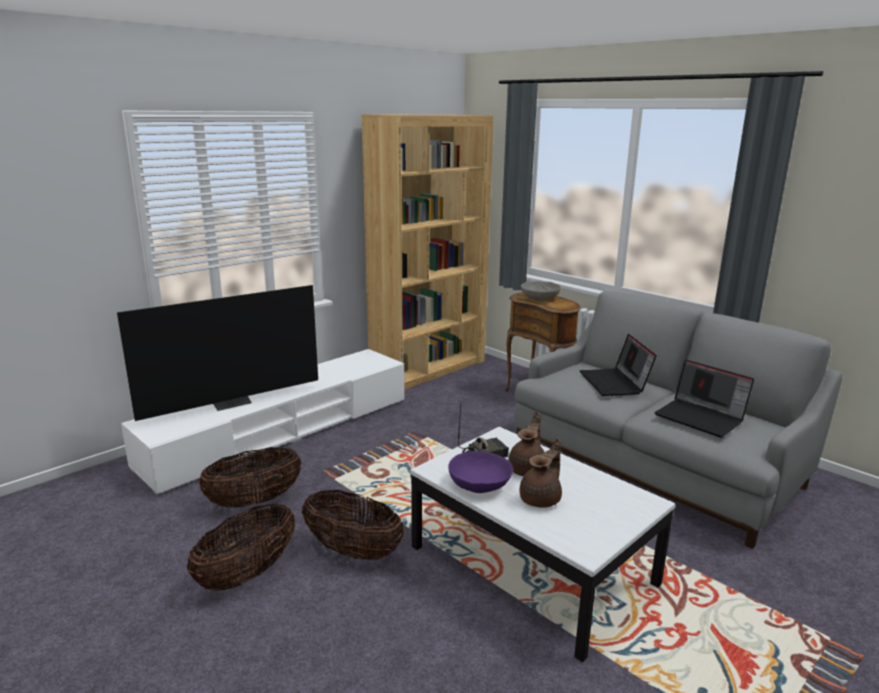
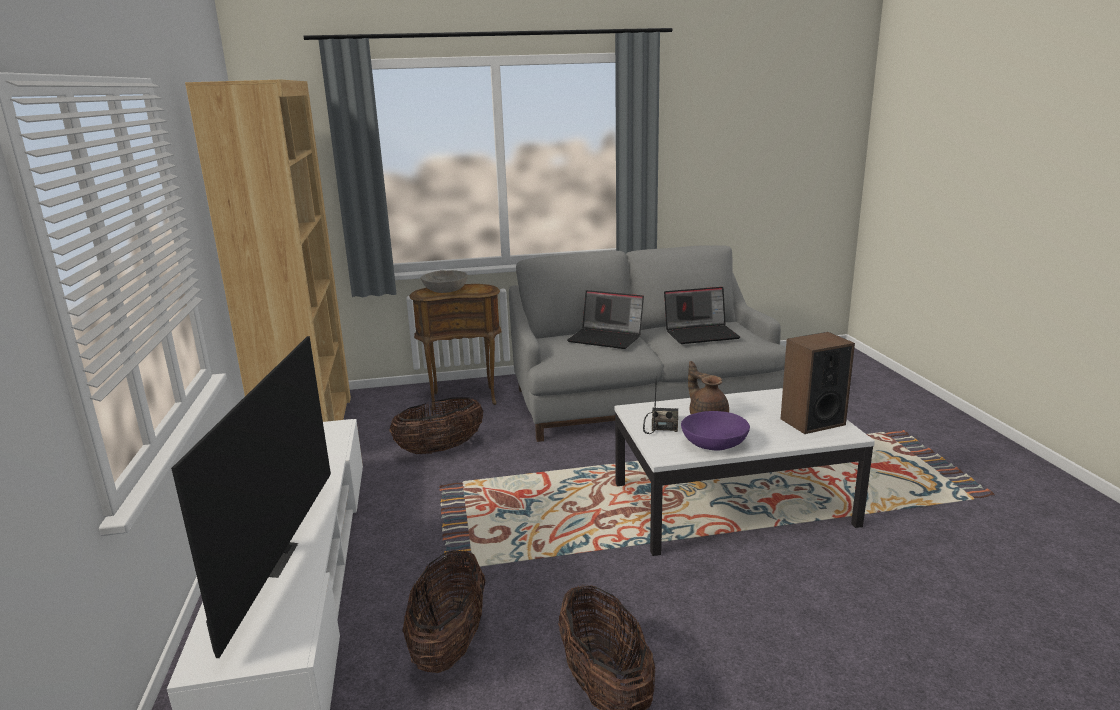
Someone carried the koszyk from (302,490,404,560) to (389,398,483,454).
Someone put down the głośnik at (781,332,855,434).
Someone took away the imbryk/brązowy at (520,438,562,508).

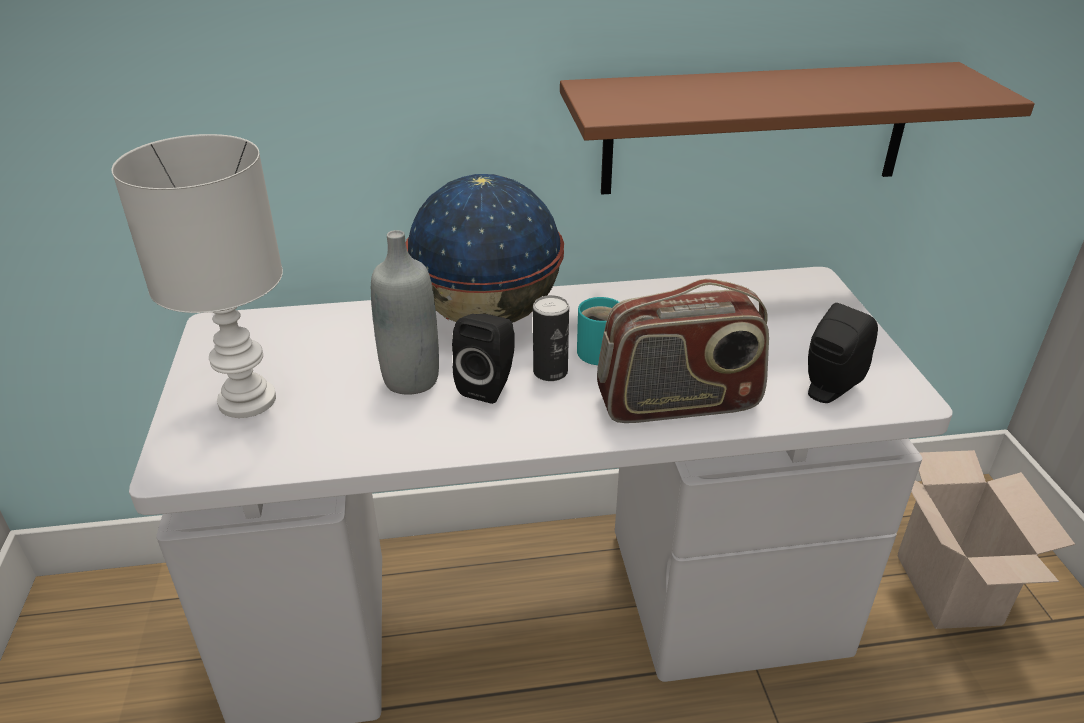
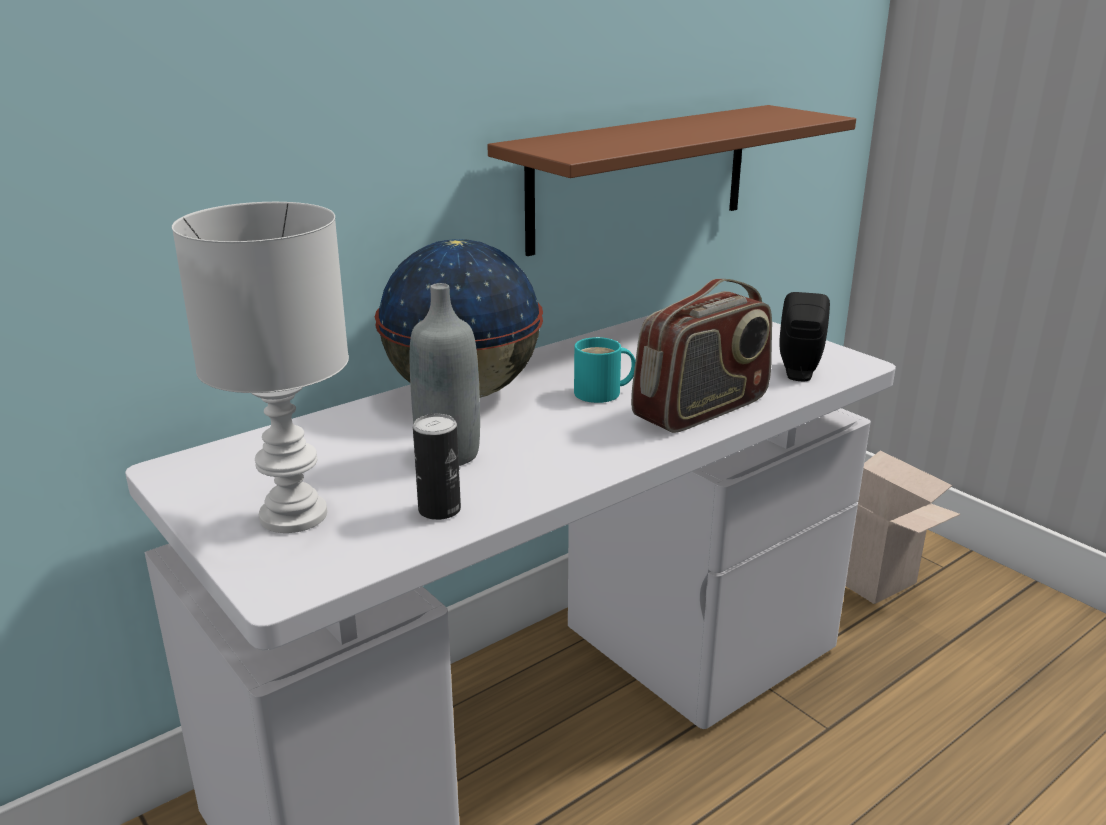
Someone carried the puszka from (533,295,569,381) to (413,414,461,520).
Someone took away the głośnik/czarny at (452,314,515,404).

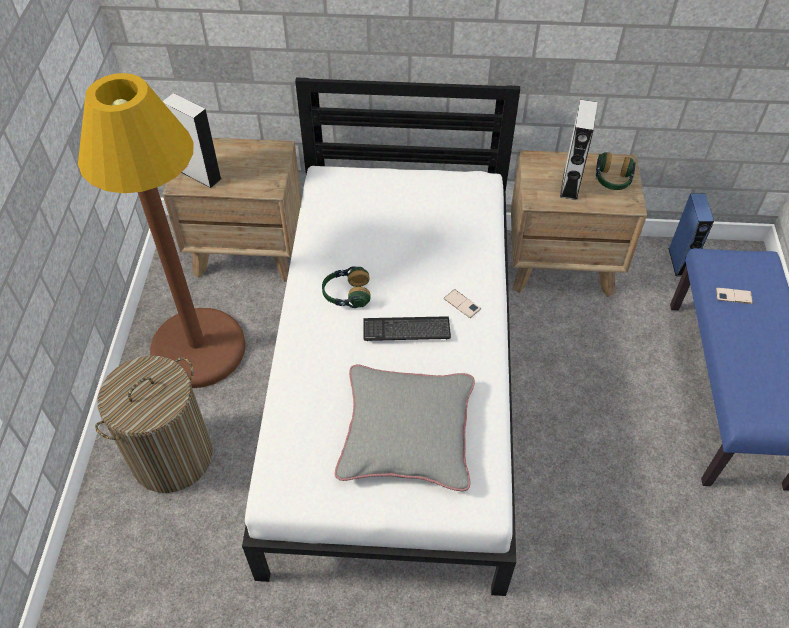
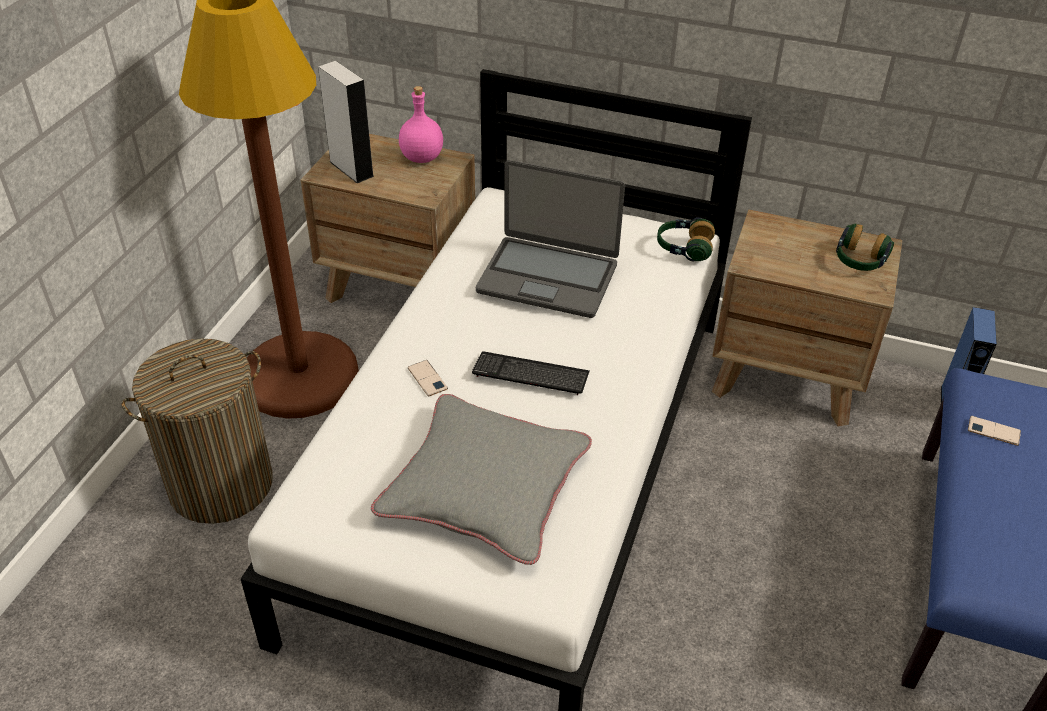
Someone put down the butelka/różowy at (399,86,443,163).
Someone carried the telefon from (444,289,481,318) to (408,360,448,397).
Someone put down the laptop at (476,160,625,318).
Someone carried the słuchawki from (322,266,371,308) to (657,217,715,261).
Someone took away the głośnik/szary at (560,100,597,200).

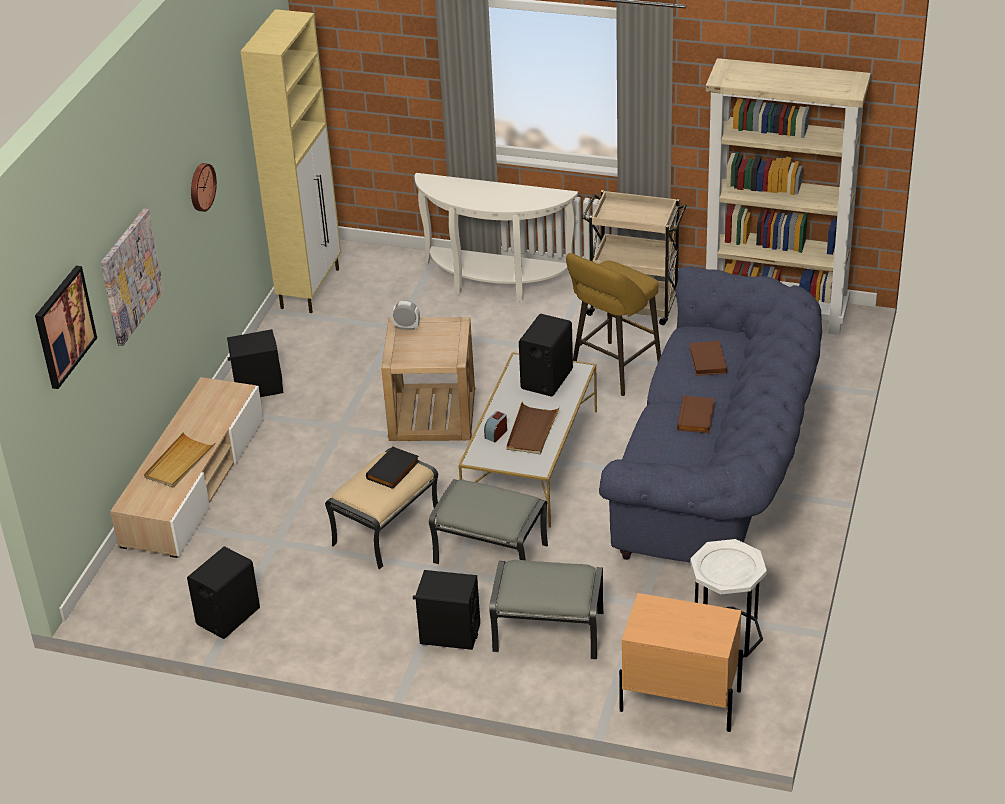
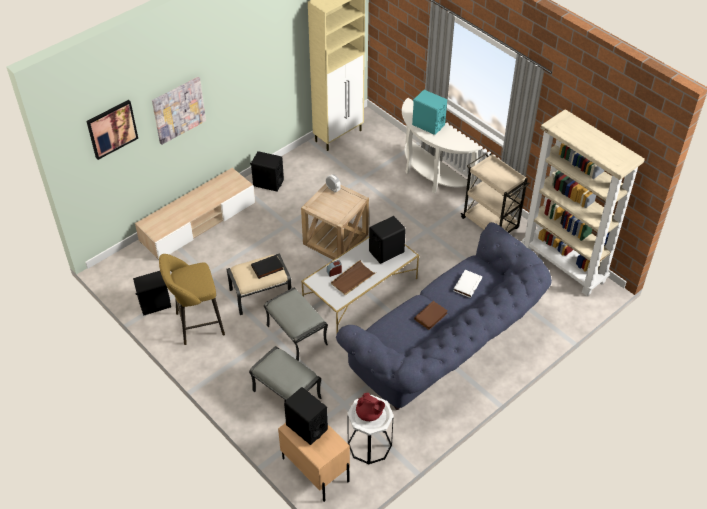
Someone carried the stołek/żółty from (566,253,661,396) to (159,254,225,345).
Someone carried the głośnik/czarny from (413,570,480,650) to (284,387,328,445).
Someone put down the imbryk/czerwony at (356,393,385,421).
Someone put down the głośnik/turkusowy at (412,90,447,135).
Someone repainted the książka/brązowy at (689,341,727,376), which became the książka/biały at (454,270,482,298).
Someone took away the taca/beżowy at (144,432,215,488).
Someone took away the zegar ścienny at (191,163,217,212).

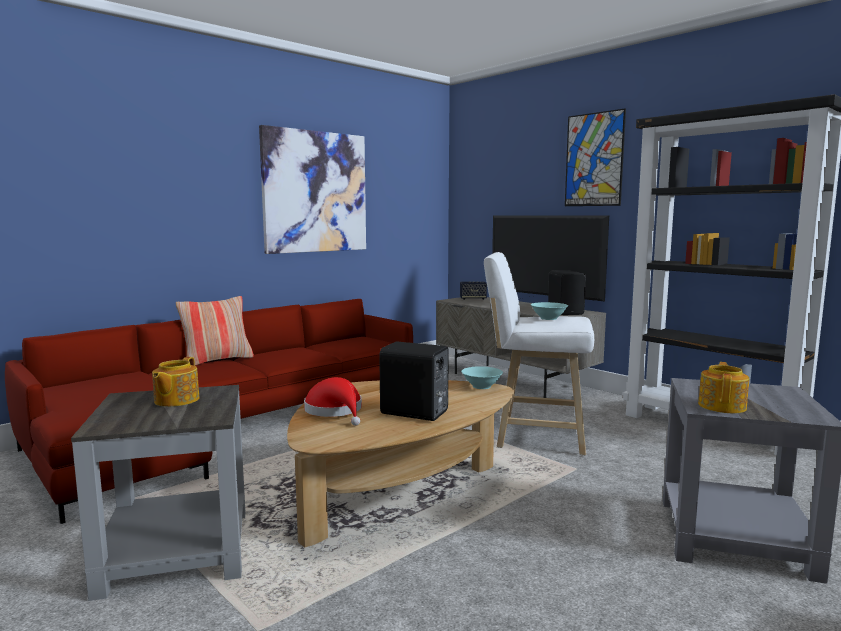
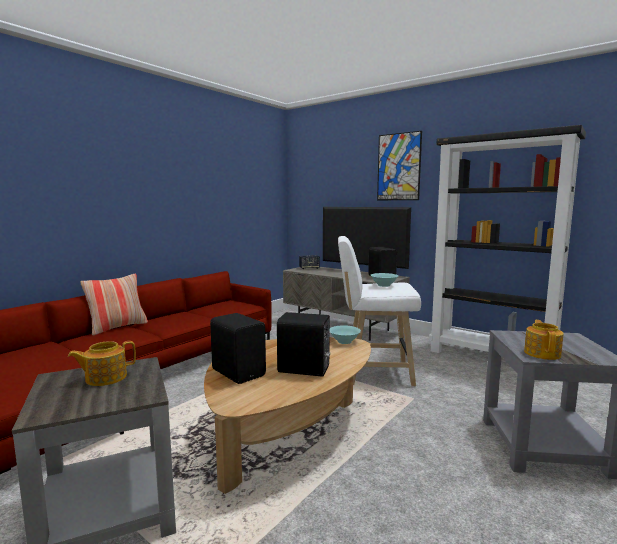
Someone rotated the imbryk at (152,357,200,407) by 60 degrees clockwise.
Someone swapped the kapelusz/czerwony at (304,377,362,426) for the głośnik/czarny at (210,313,266,384).
Someone took away the obraz at (259,125,366,254).

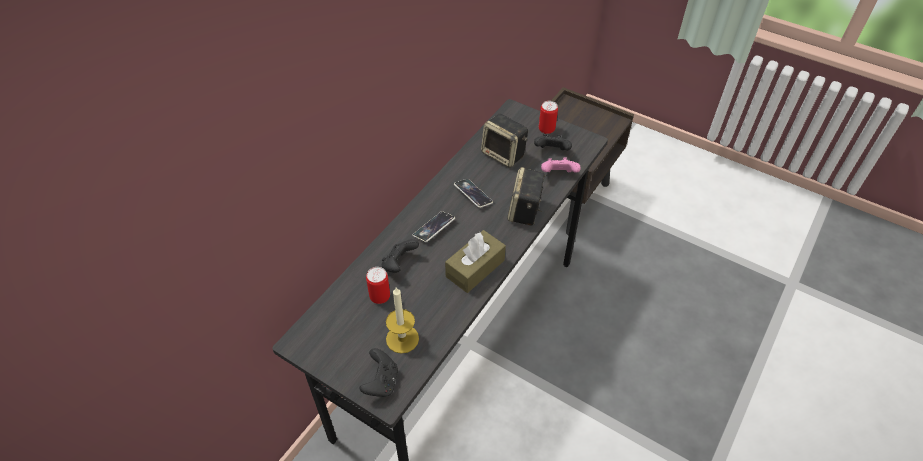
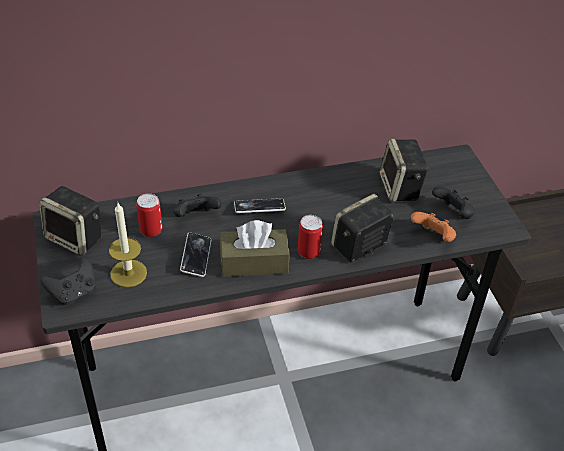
Someone put down the głośnik at (39,186,101,256).
Someone carried the telefon from (454,179,493,208) to (180,233,211,277).
Someone carried the puszka from (539,101,558,134) to (298,215,323,259).
Someone repainted the pad do gier/różowy at (541,158,581,173), which became the pad do gier/pomarańczowy at (411,212,456,242).

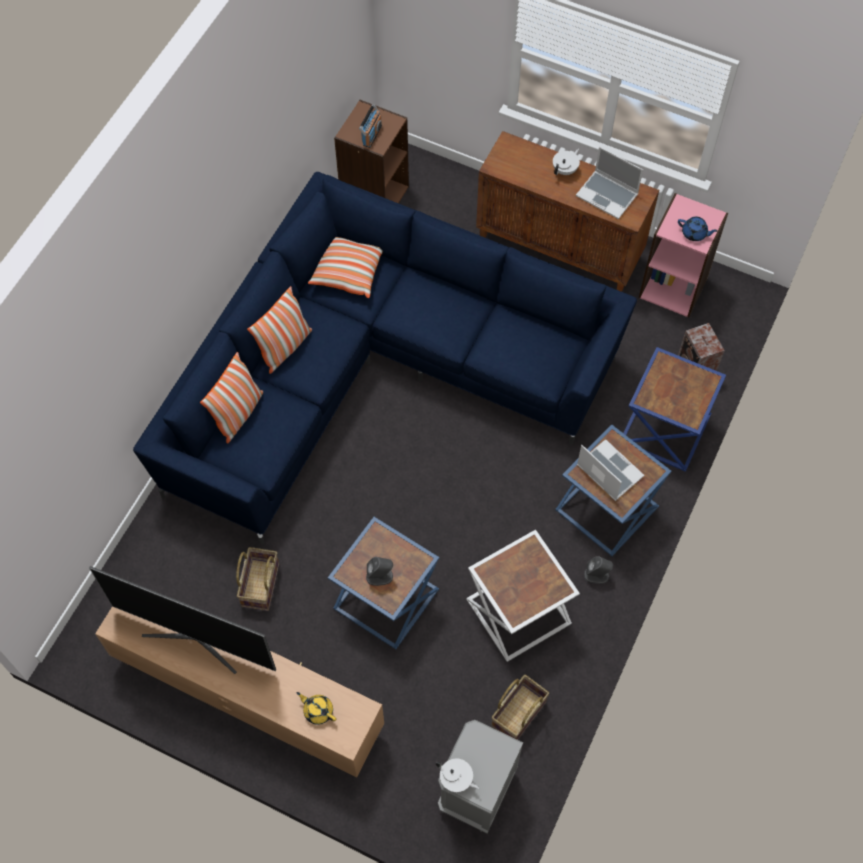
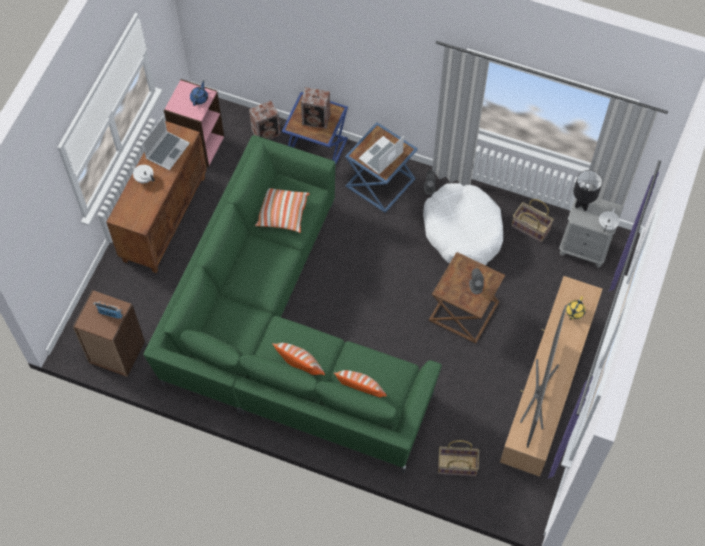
Someone repainted the kanapa/niebieski at (133,172,637,545), which became the kanapa/zielony at (144,135,442,473).
Someone carried the poduszka from (308,237,383,298) to (255,188,310,233).
Someone put down the głośnik at (301,87,330,129).
Someone swapped the stolik/biały at (466,530,580,662) for the legowisko/biały at (423,183,503,265).
Someone repainted the stolik/niebieski at (328,517,439,649), which became the stolik/brązowy at (429,252,505,344).
Someone carried the koszyk from (236,547,279,611) to (438,440,479,476).
Someone put down the lampa stołowa/czarny at (573,170,602,211).

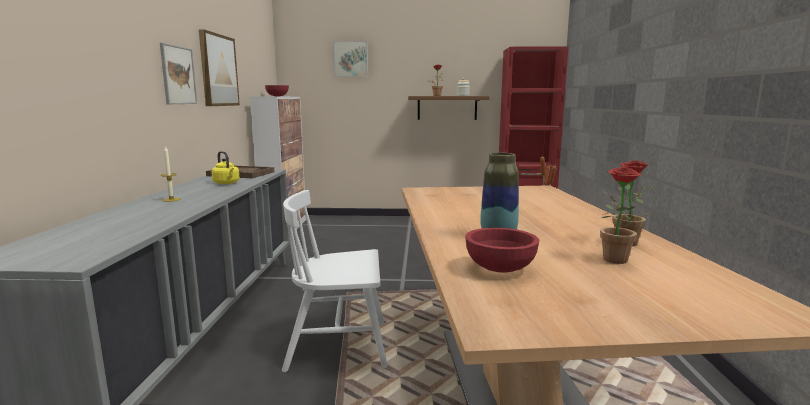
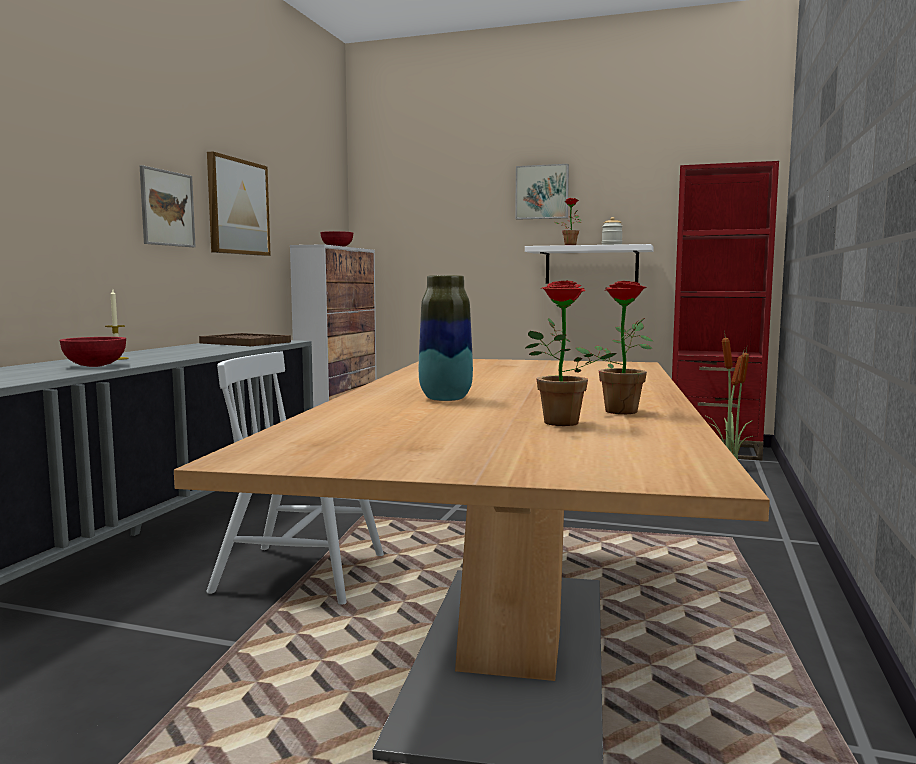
Someone carried the miska/czerwony from (465,228,540,273) to (59,337,126,367).
Someone carried the obraz from (333,41,368,77) to (515,164,569,220).
Someone repainted the półka/brązowy at (408,96,490,120), which became the półka/biały at (525,244,654,283).
Someone took away the czajnik/żółty at (211,151,239,184).

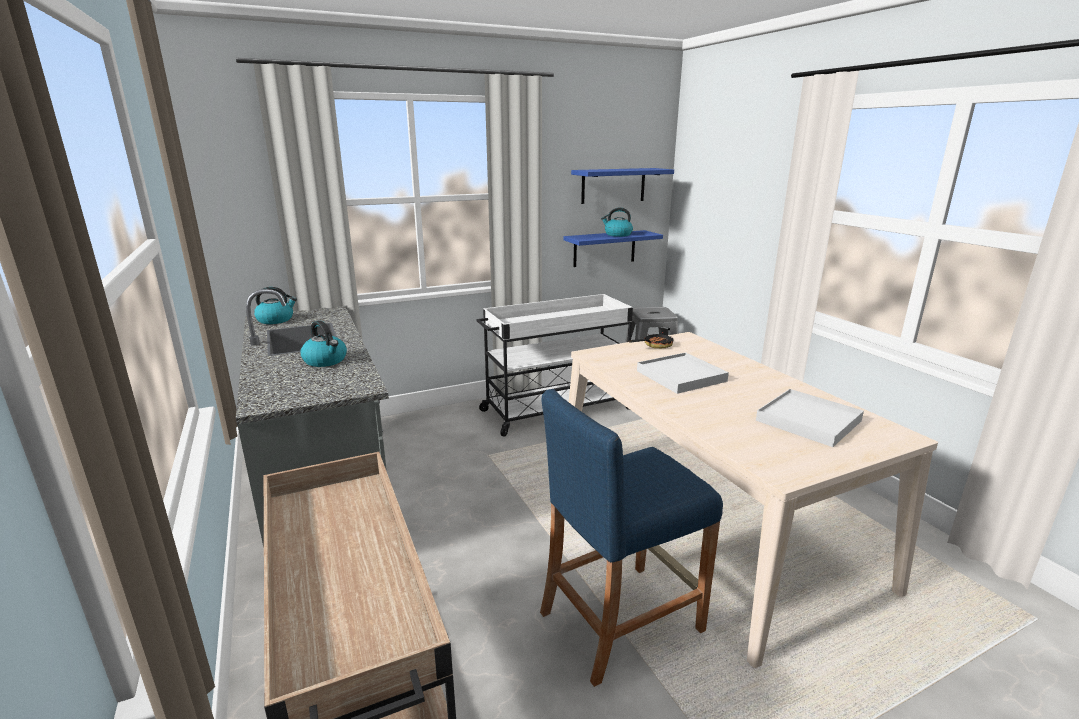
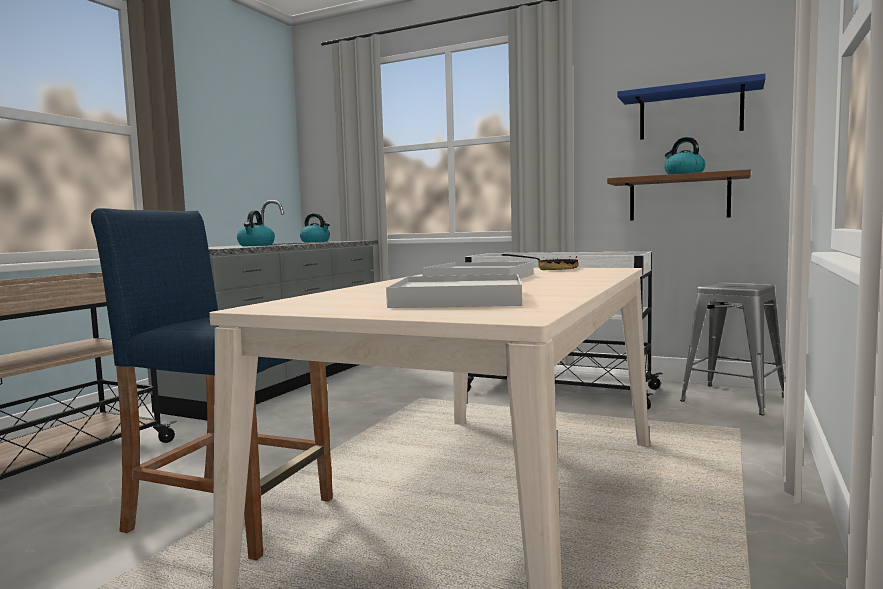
Someone repainted the półka/niebieski at (563,230,663,267), which became the półka/brązowy at (607,169,751,221).

